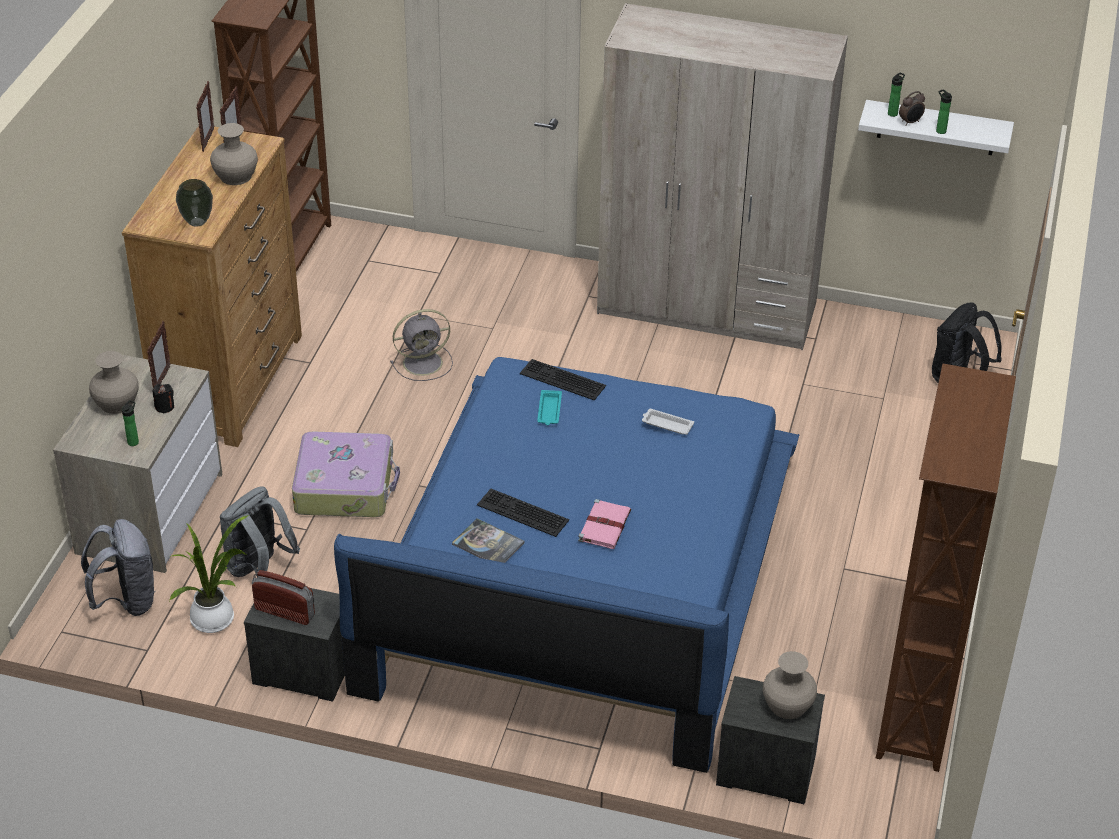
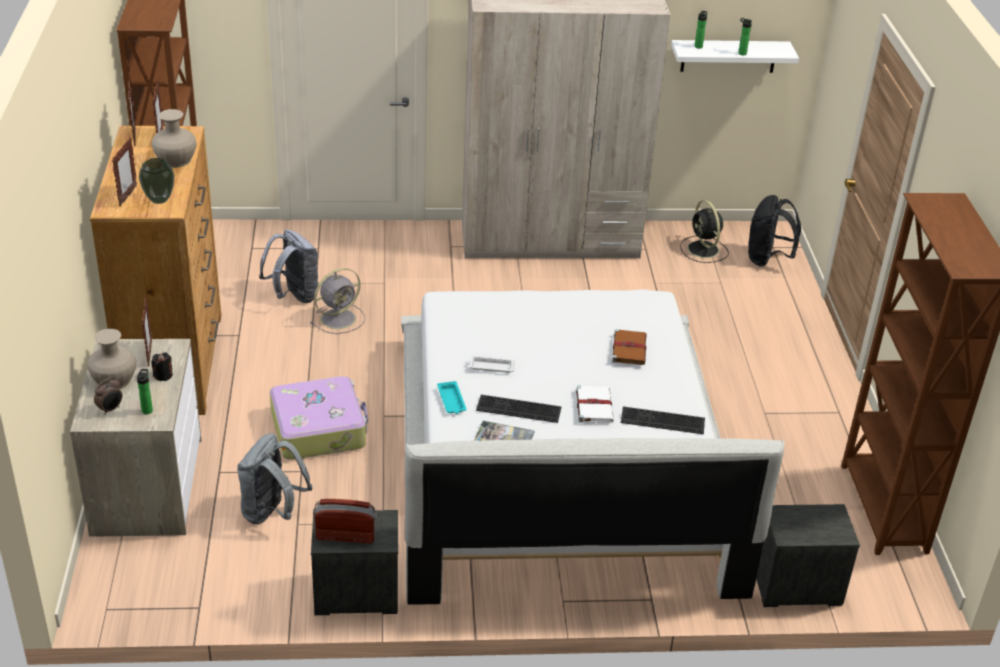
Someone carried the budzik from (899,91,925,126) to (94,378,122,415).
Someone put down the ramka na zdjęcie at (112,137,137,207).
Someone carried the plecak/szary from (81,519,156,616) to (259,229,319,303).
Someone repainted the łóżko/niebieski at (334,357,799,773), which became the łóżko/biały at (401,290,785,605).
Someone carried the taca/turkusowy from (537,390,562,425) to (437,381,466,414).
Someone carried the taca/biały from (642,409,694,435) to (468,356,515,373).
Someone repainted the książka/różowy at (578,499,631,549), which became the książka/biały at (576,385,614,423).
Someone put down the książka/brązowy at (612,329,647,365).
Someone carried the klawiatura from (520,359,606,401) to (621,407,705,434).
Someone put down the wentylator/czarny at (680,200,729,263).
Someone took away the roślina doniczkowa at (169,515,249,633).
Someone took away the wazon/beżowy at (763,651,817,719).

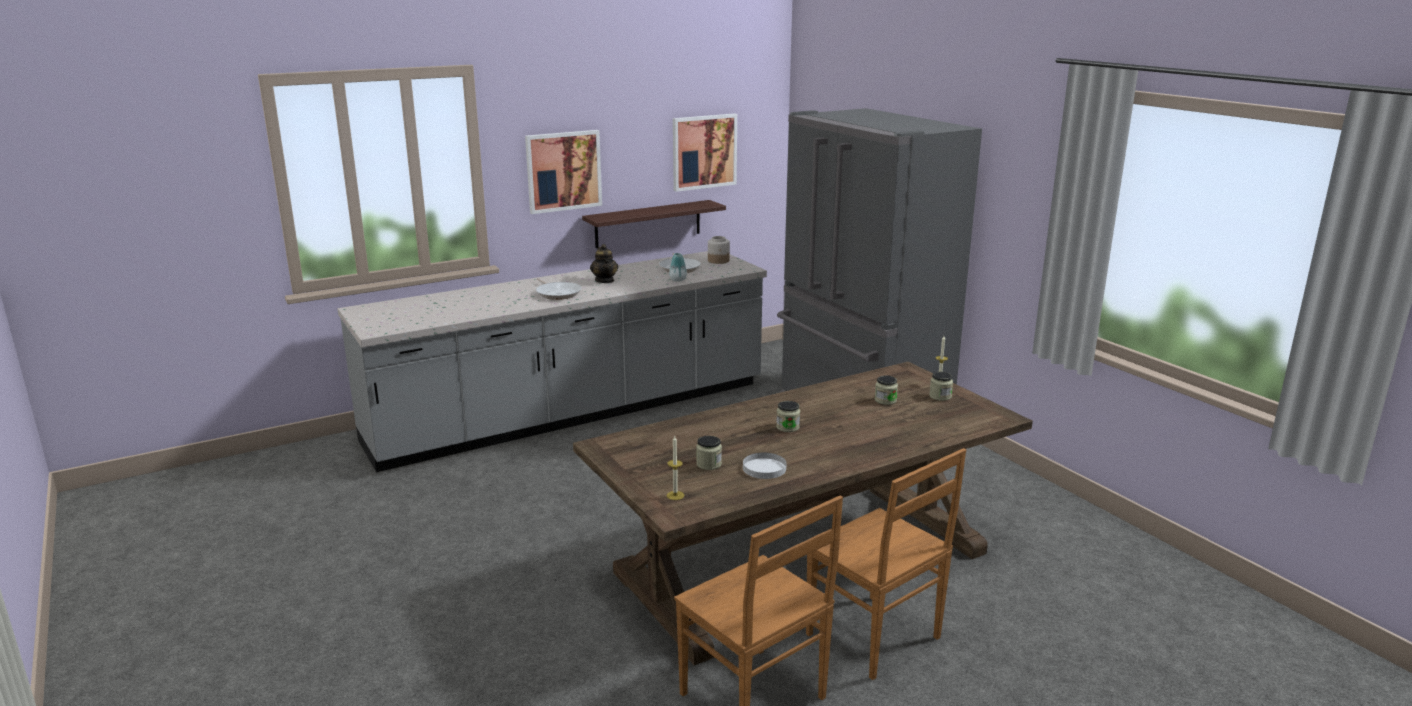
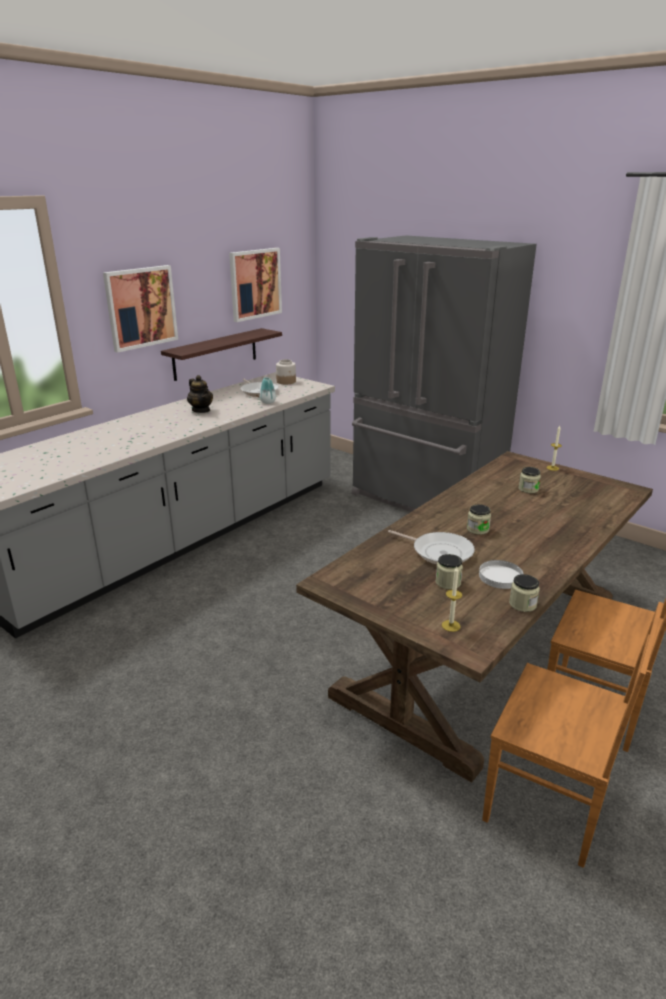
Someone carried the patelnia from (536,278,582,300) to (388,530,475,564).
Someone carried the słoik from (929,372,953,401) to (509,574,540,612).

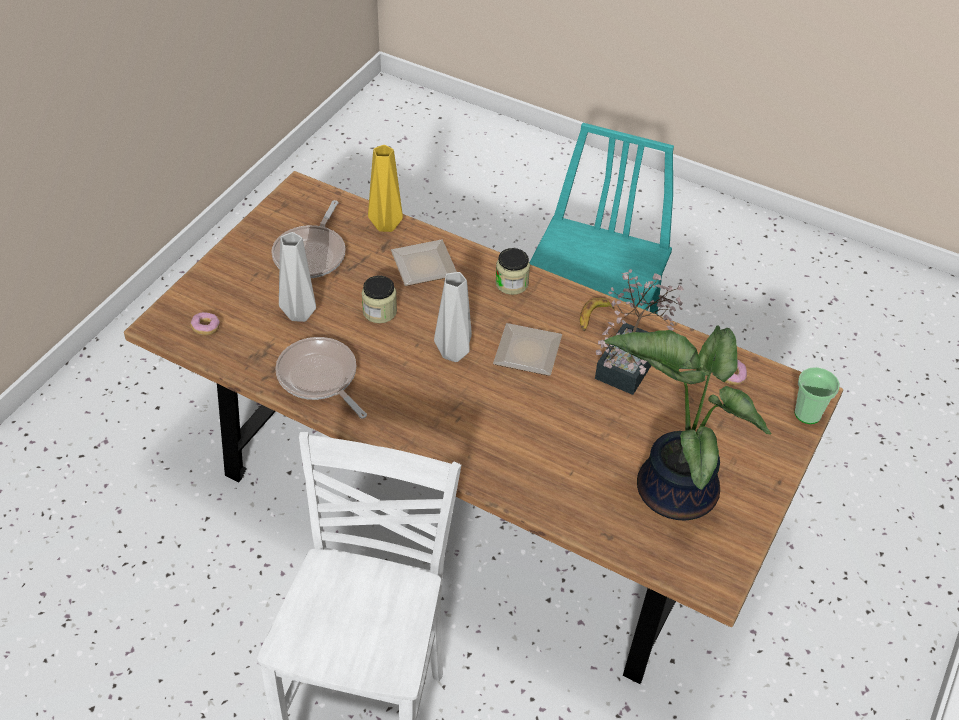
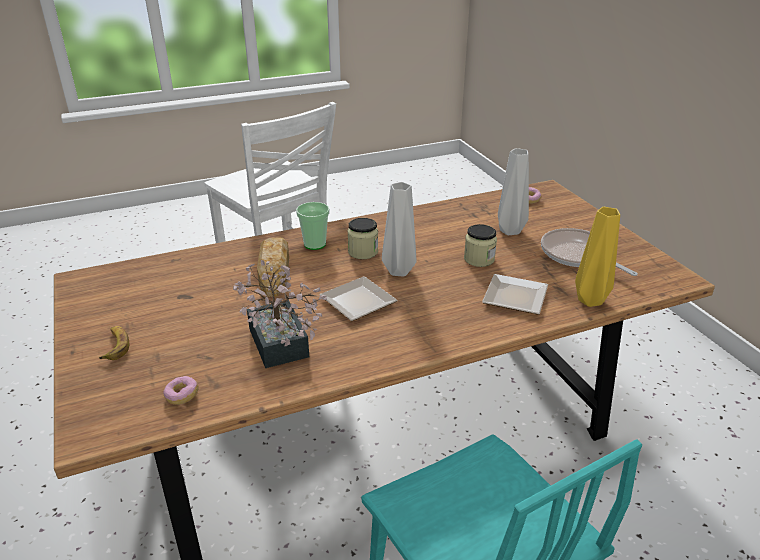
Someone carried the banan from (580,298,614,331) to (99,326,129,360).
Someone put down the chleb at (257,237,289,297).
Someone carried the filiżanka from (794,367,840,424) to (296,202,330,250).
Someone carried the słoik from (495,248,530,295) to (347,218,378,259).
Someone took away the patelnia at (275,337,367,419).
Someone took away the roślina doniczkowa at (605,325,772,520).

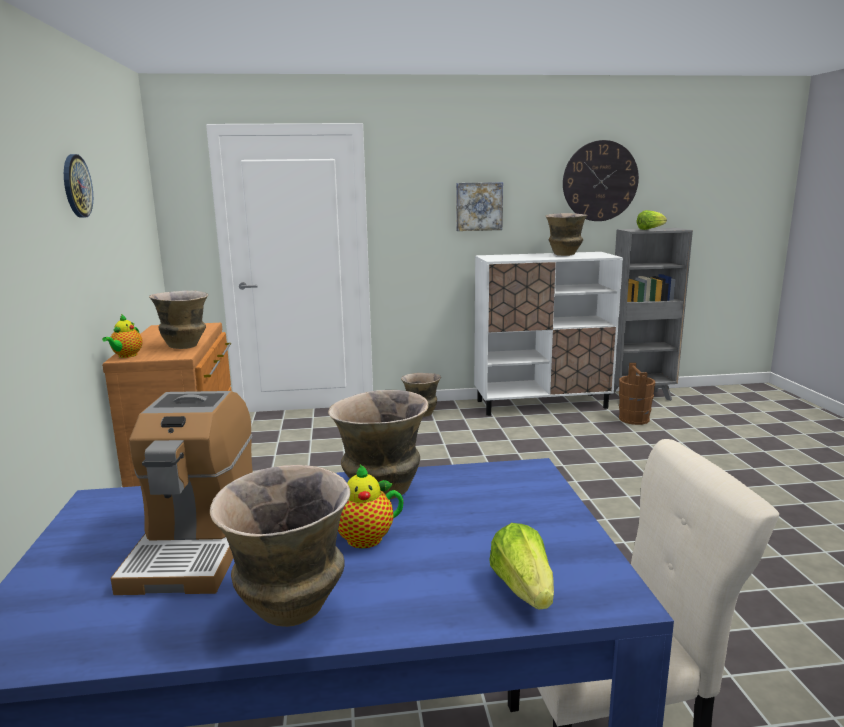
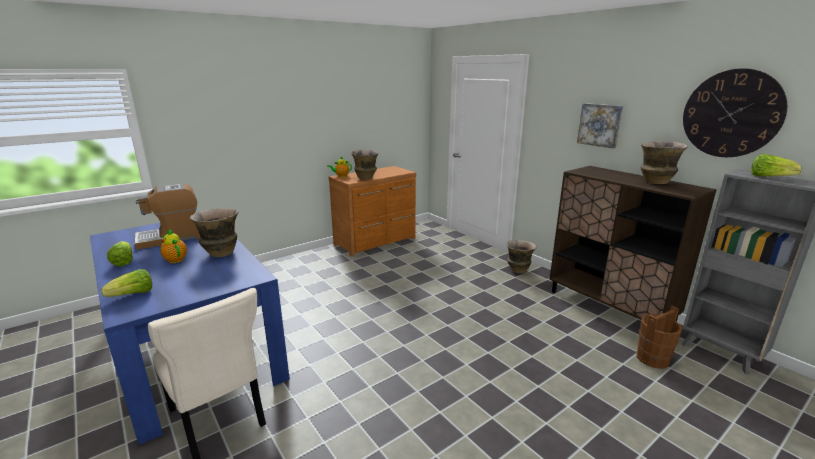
Someone swapped the wazon at (210,465,351,627) for the sałata at (107,241,133,267).
Someone repainted the szafka/biały at (474,252,623,416), which became the szafka/brązowy at (549,166,717,322).
Someone took away the zegar ścienny at (64,154,93,218).

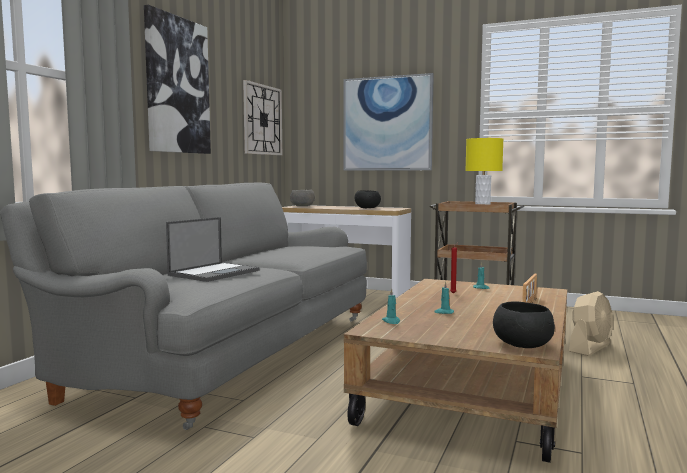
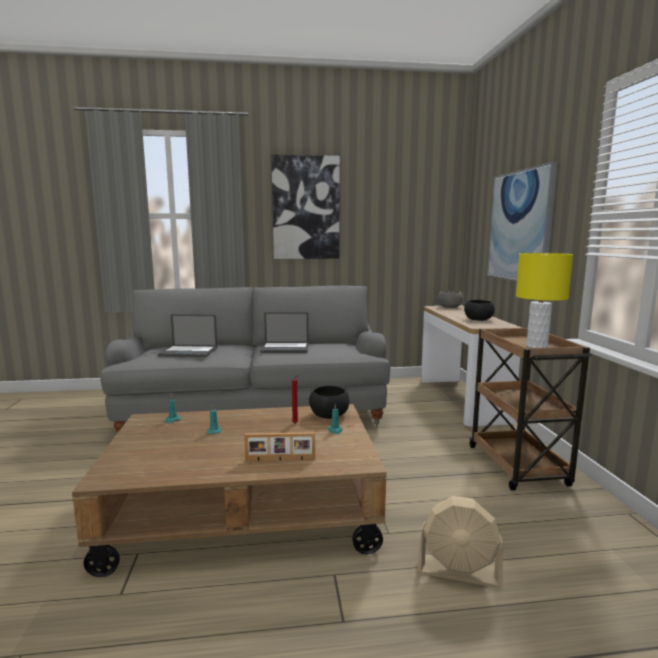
Someone put down the laptop at (260,312,309,353).
Someone carried the miska/czarny from (493,301,555,348) to (309,386,349,419).
Someone took away the zegar ścienny at (243,80,282,155).

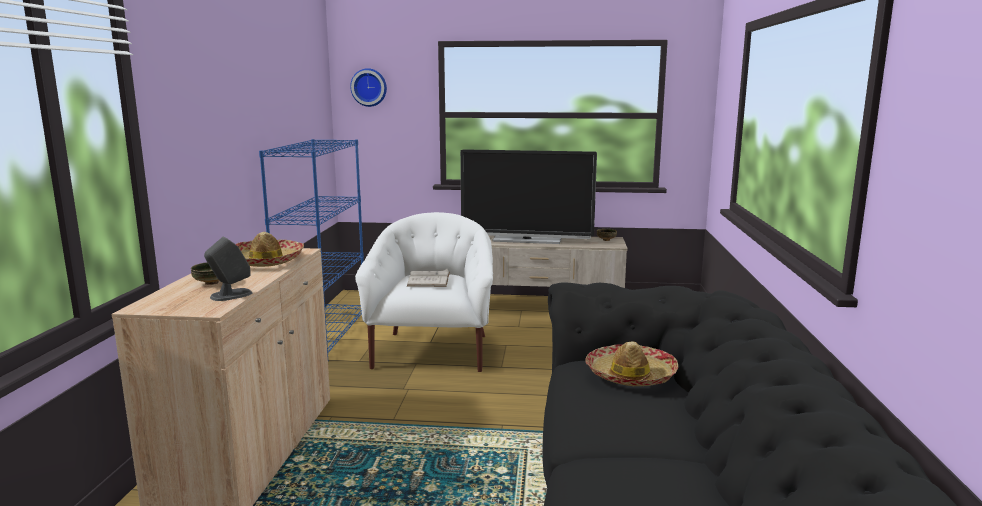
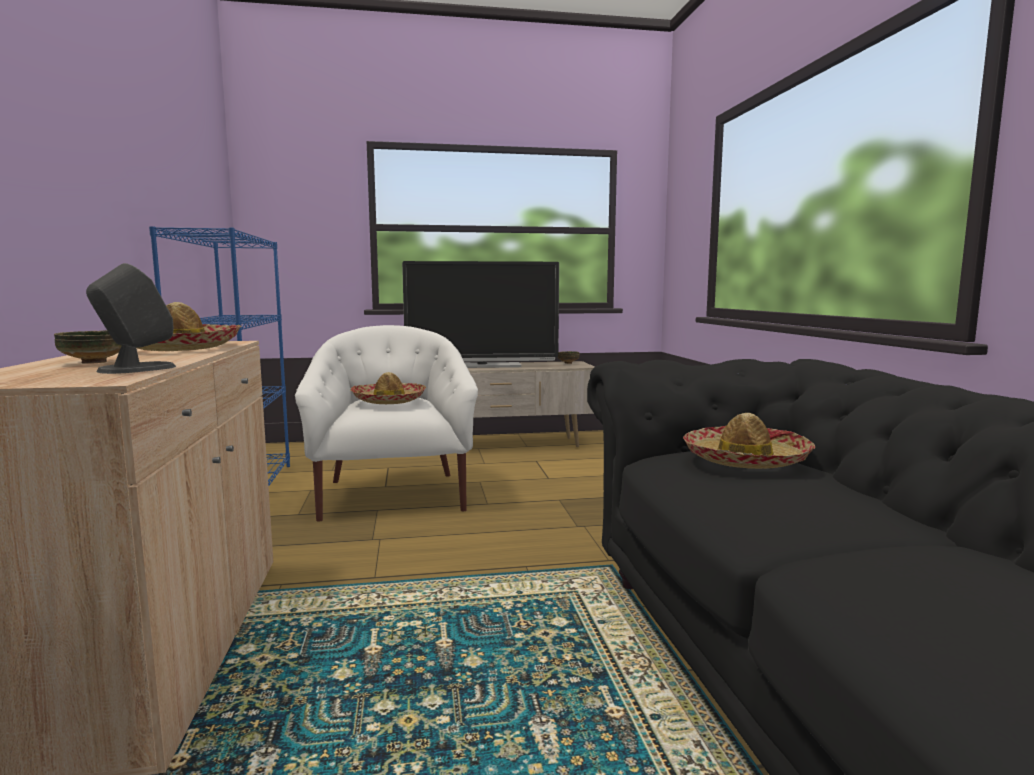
Someone swapped the książka/biały at (407,269,450,287) for the kapelusz at (350,372,426,404).
Someone took away the zegar ścienny at (350,68,387,107).

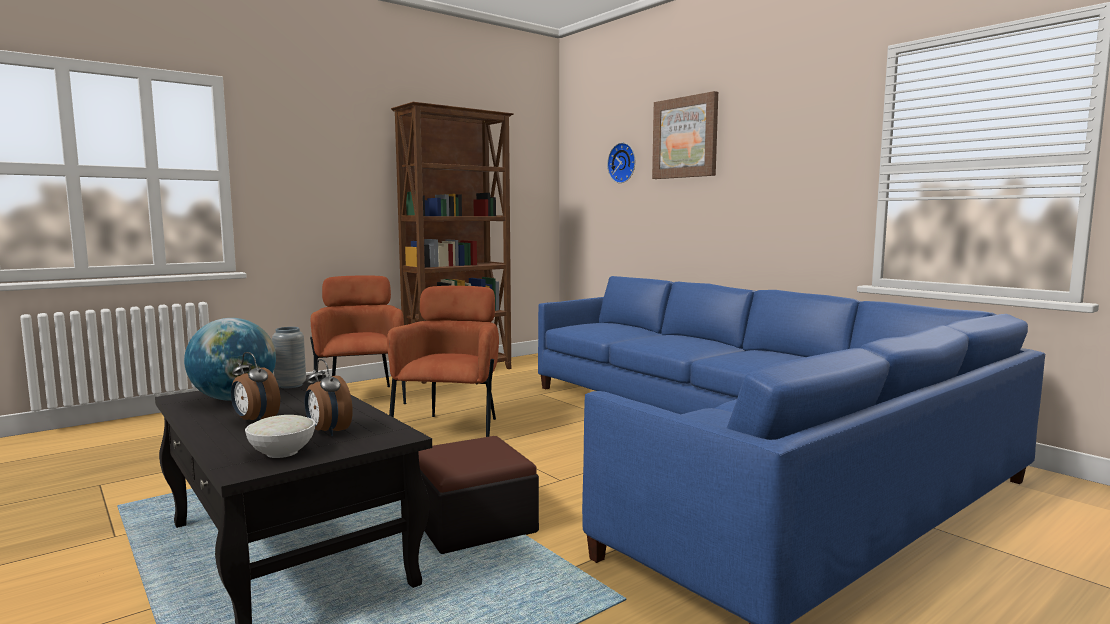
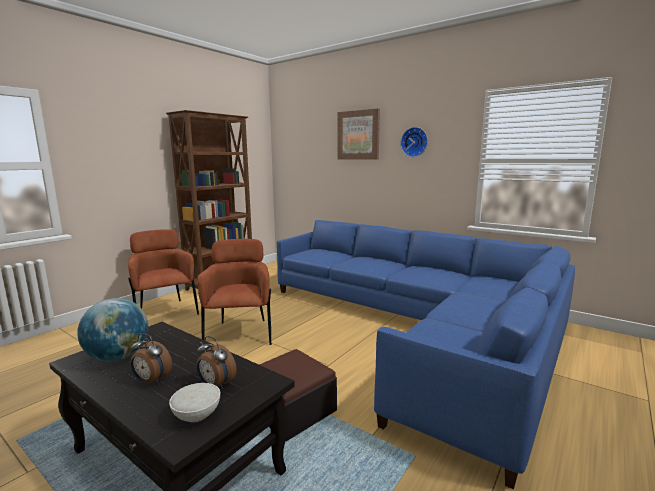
Someone carried the zegar ścienny from (607,143,635,183) to (400,127,428,157).
Someone took away the wazon/szary at (272,327,306,388).

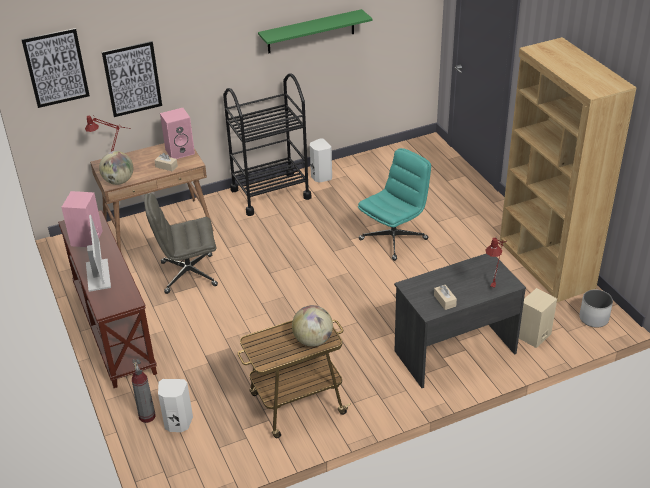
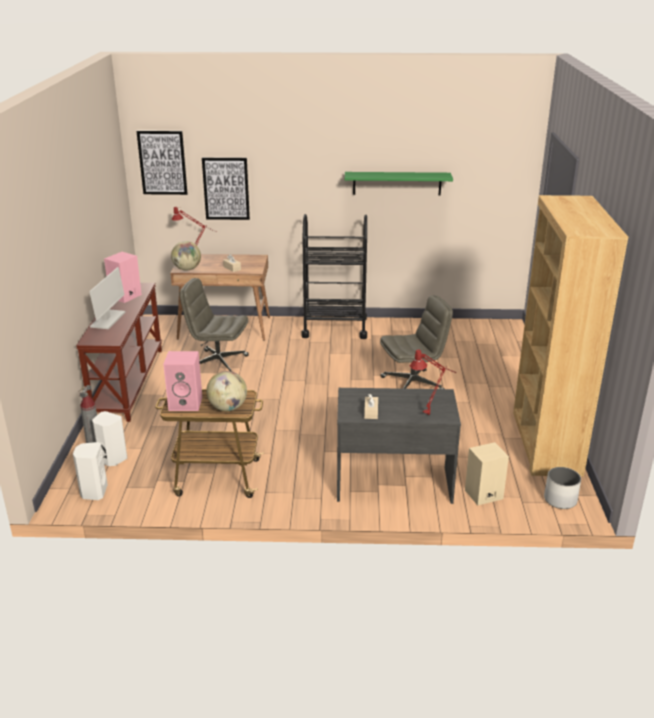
Someone carried the głośnik/biały from (310,138,332,183) to (73,442,108,500).
Someone carried the głośnik/różowy from (160,108,195,159) to (163,351,202,411).
Someone repainted the krzesło biurowe/turkusowy at (358,148,431,261), which became the krzesło biurowe/szary at (380,295,453,389).

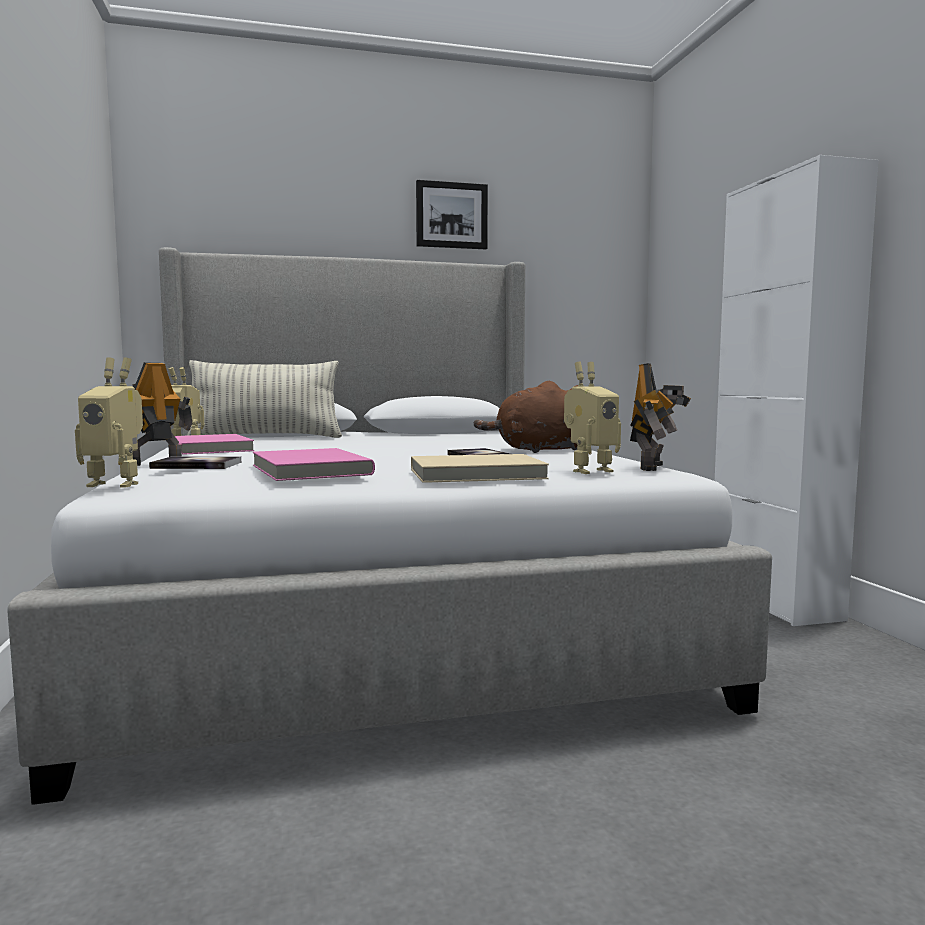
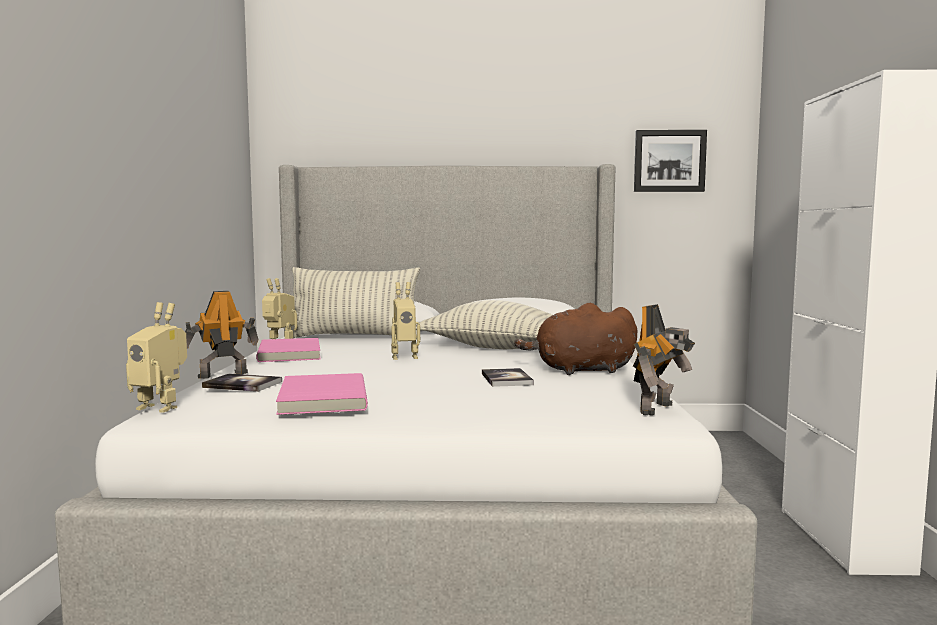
Someone carried the robot zabawkowy from (564,362,621,474) to (391,282,420,360).
Someone put down the poduszka at (416,300,552,349).
Someone carried the obraz from (416,180,488,249) to (634,130,707,192).
Someone took away the książka/beżowy at (411,454,549,483).

